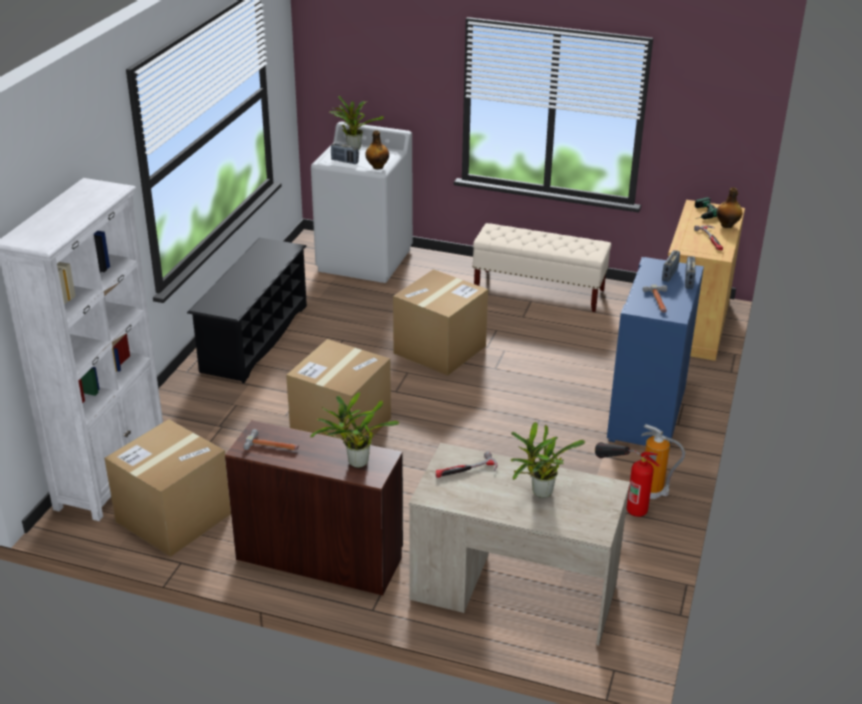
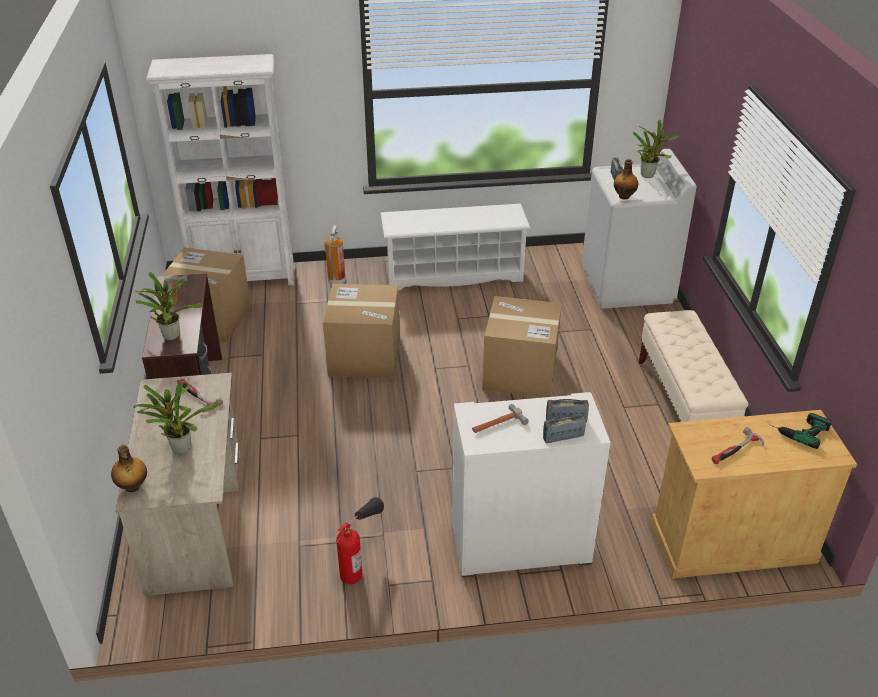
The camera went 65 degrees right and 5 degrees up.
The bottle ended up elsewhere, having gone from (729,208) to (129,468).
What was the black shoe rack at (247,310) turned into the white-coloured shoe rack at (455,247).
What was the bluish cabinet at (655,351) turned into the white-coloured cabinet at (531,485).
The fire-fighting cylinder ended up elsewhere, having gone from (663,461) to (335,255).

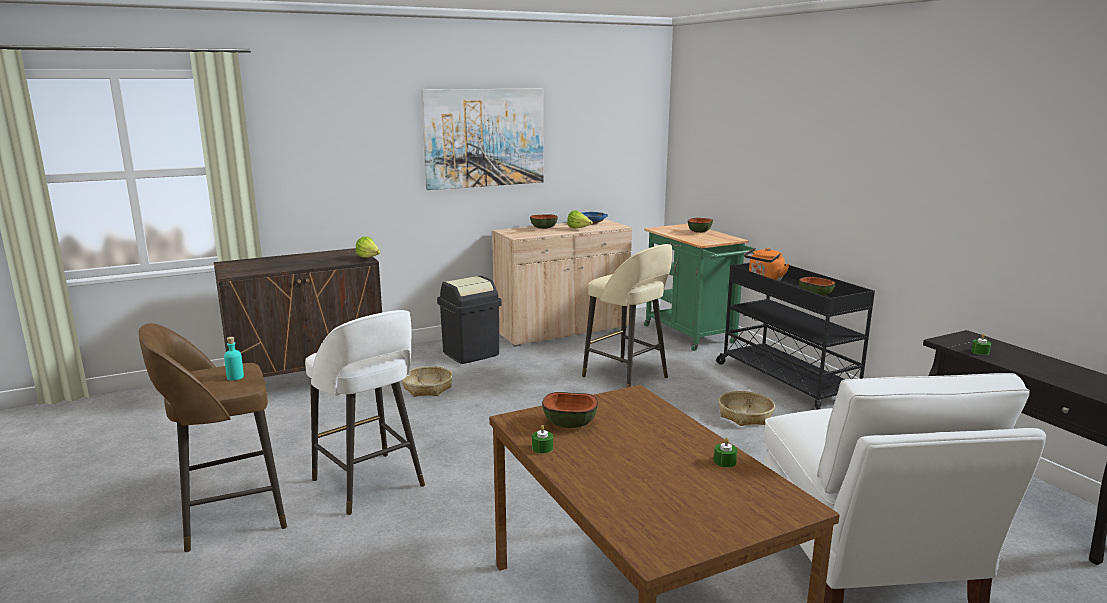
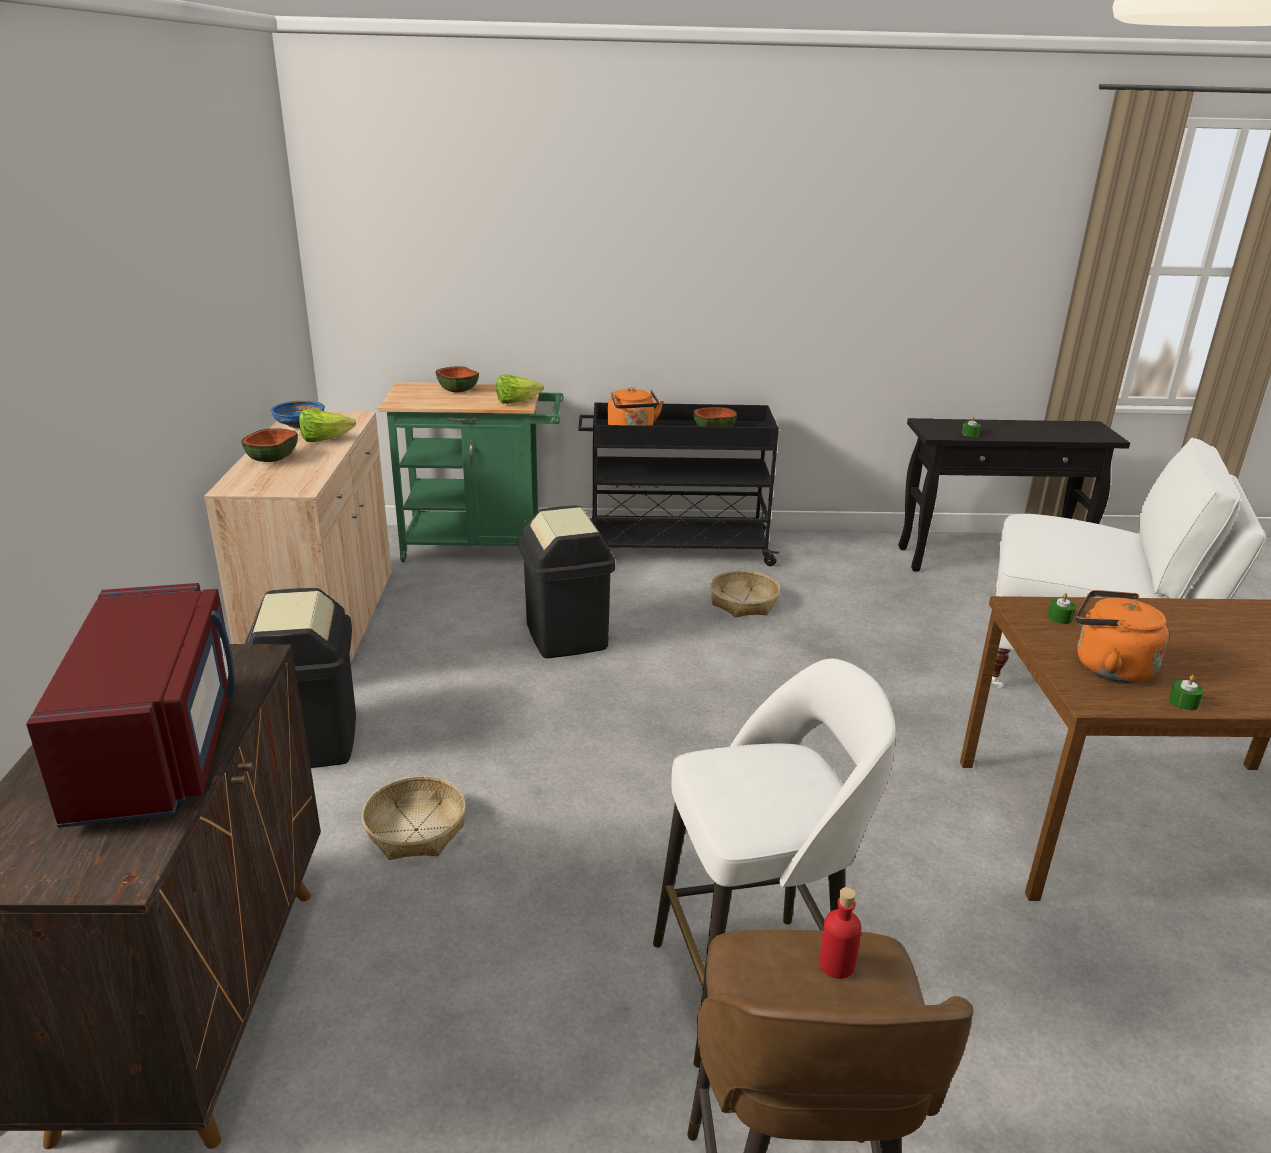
The camera went 65 degrees left and 10 degrees up.
The second view lost the wall art at (482,139).
The lettuce ended up elsewhere, having gone from (368,247) to (520,389).
Where the beige-coloured stool stood at (627,315), the black waste bin came to stand at (567,581).
What was the turquoise-coloured bottle at (234,358) turned into the red bottle at (840,933).
Where the deep dish stood at (570,410), the orange tea kettle came to stand at (1122,636).
The green-coloured candle ended up elsewhere, having gone from (725,452) to (1061,608).
The second view gained the red microwave at (130,705).

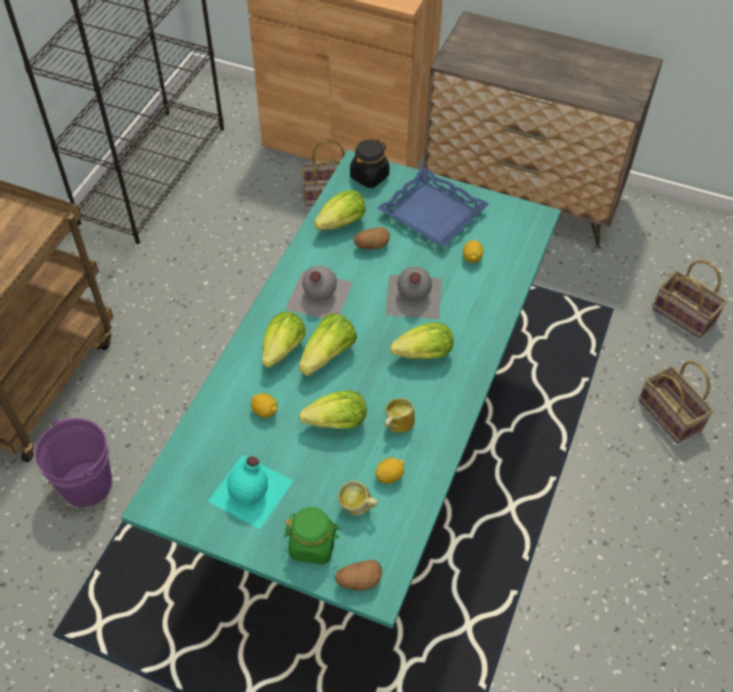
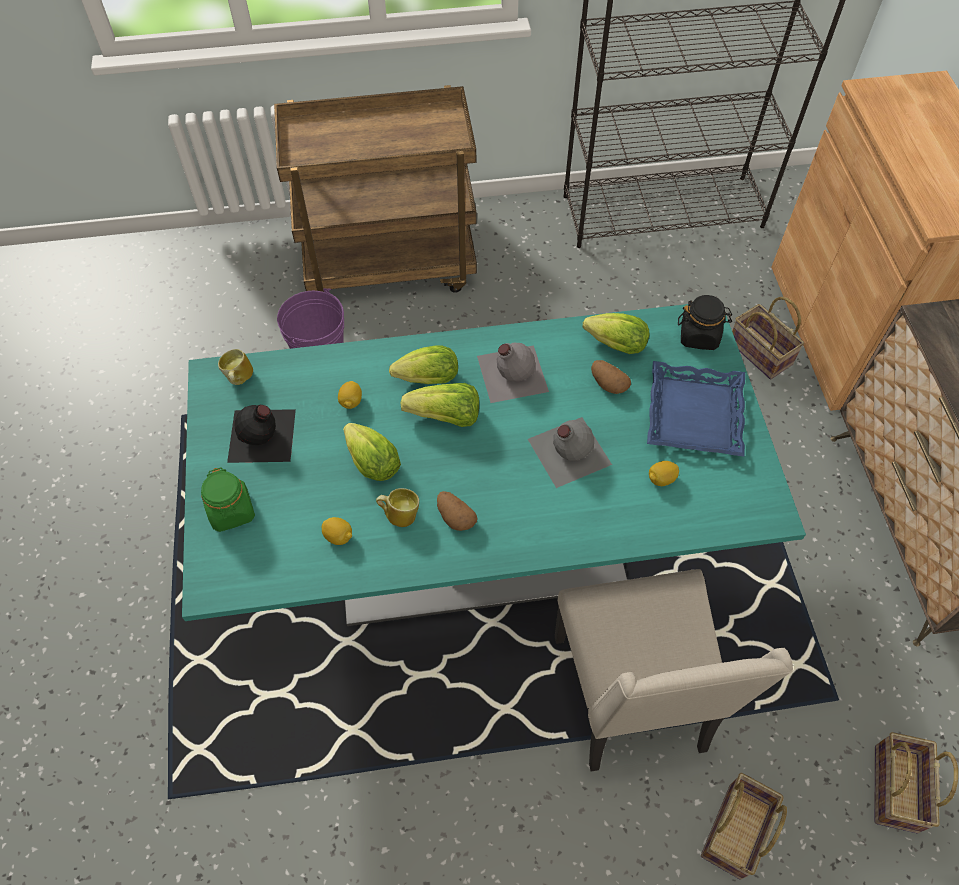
The camera went 60 degrees right and 5 degrees up.
The second view lost the lettuce at (422,340).
What was the turquoise-coloured bottle at (250,492) turned into the black bottle at (261,434).
The mug ended up elsewhere, having gone from (358,498) to (235,367).
The spud ended up elsewhere, having gone from (358,575) to (457,511).
The second view gained the beige-coloured chair at (674,670).

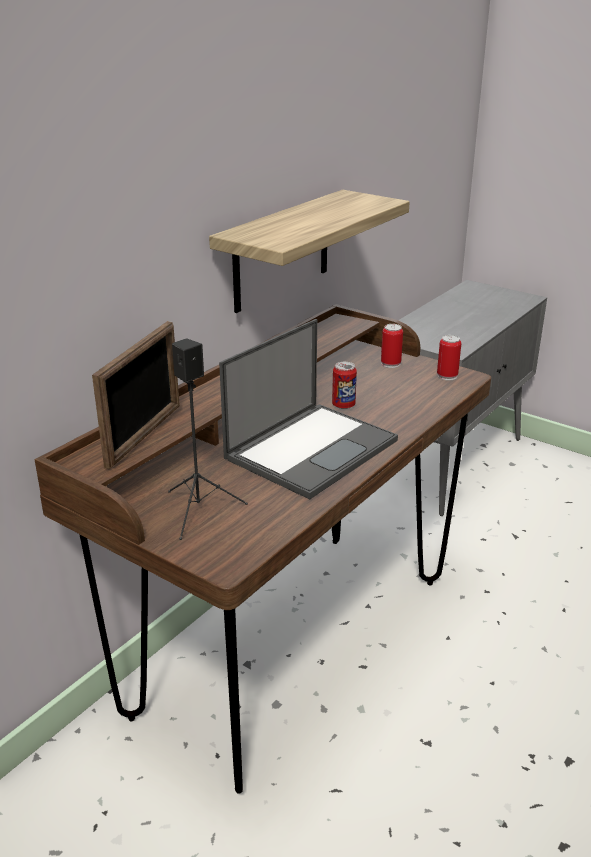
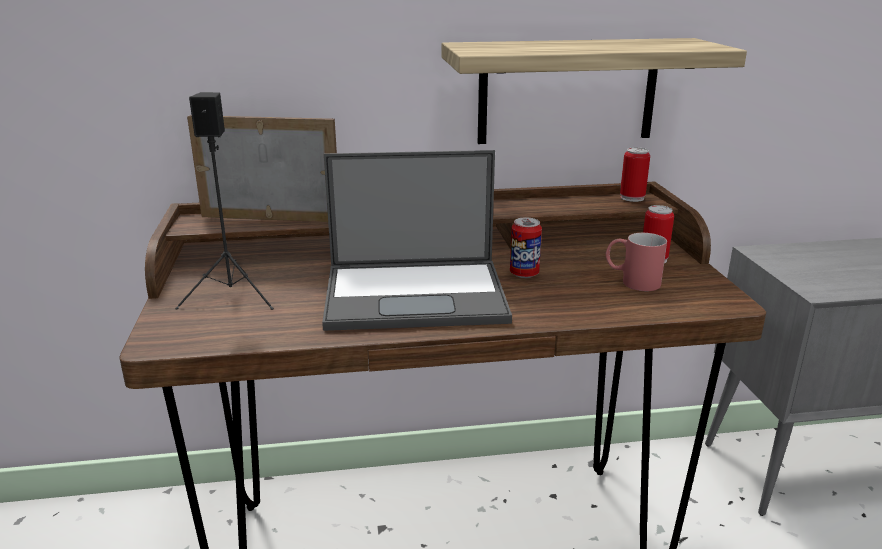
The camera went 45 degrees right and 5 degrees down.
The photo frame at (136,395) ended up facing another way, 150 degrees counterclockwise from before.
The can ended up elsewhere, having gone from (449,357) to (635,174).
The second view gained the red mug at (636,262).

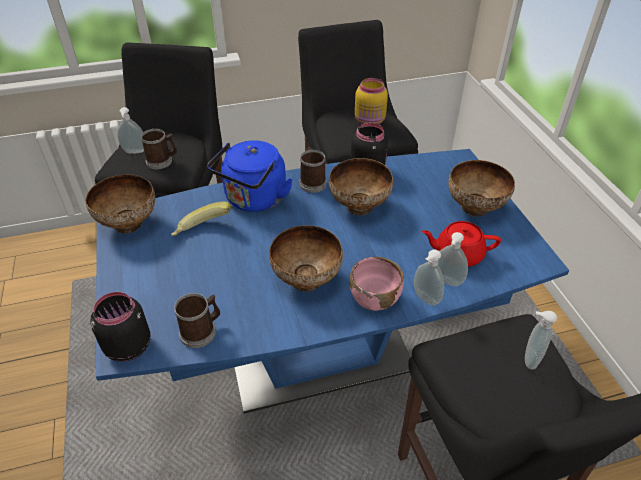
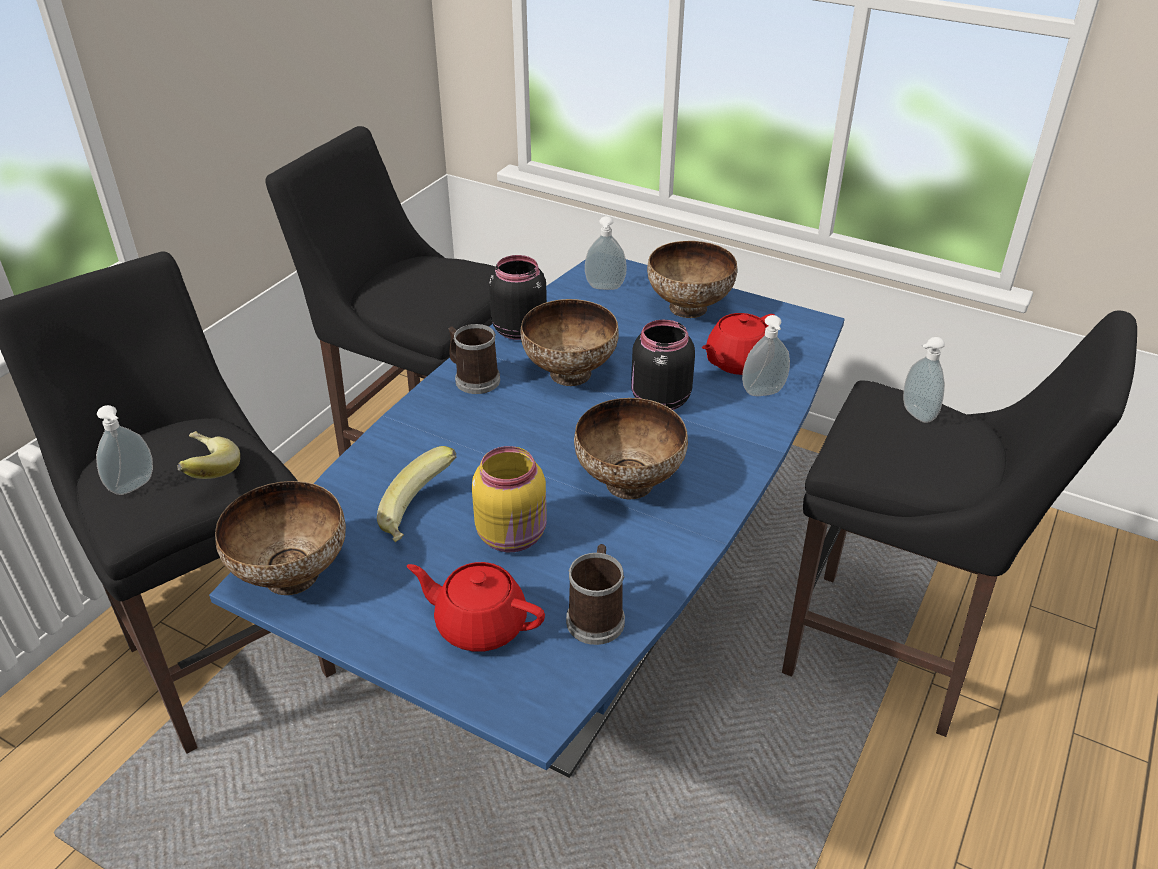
The camera went 45 degrees left and 5 degrees down.
The yellowish jar ended up elsewhere, having gone from (371,101) to (509,499).
Where the mug stood at (158,149), the banana came to stand at (208,455).
The second view lost the bluish tea kettle at (250,176).
The soap bottle ended up elsewhere, having gone from (429,277) to (606,253).
The second view lost the pink deep dish at (376,284).
The black jar ended up elsewhere, having gone from (120,327) to (663,365).
The second view gained the red pot for tea at (476,607).

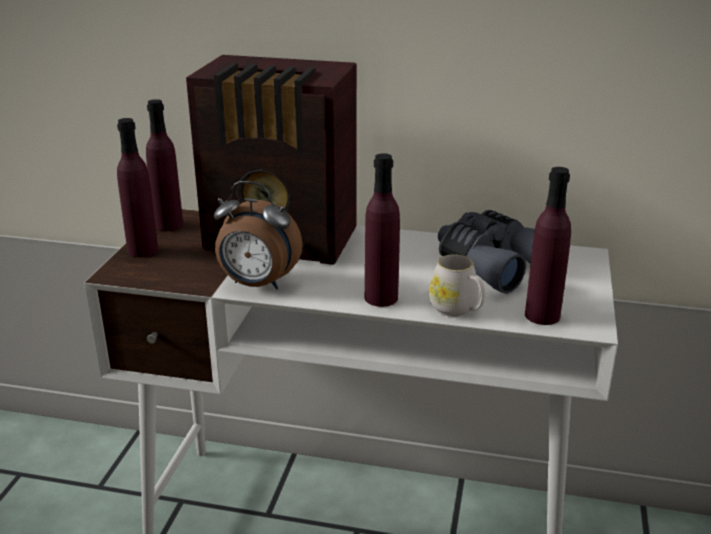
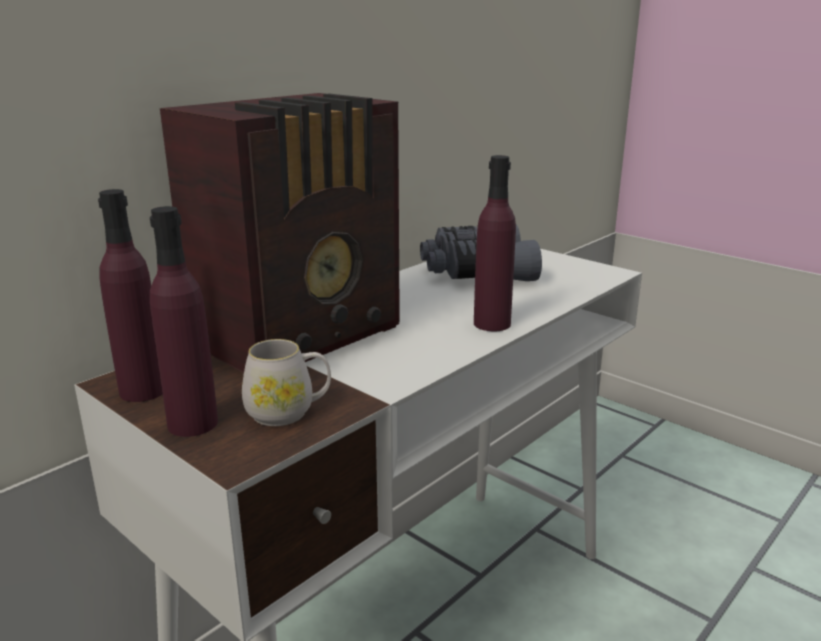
The camera went 60 degrees left and 5 degrees down.
The second view lost the purple-coloured bottle at (548,246).
The second view lost the alarm clock at (258,235).
The white-coloured mug ended up elsewhere, having gone from (457,285) to (286,382).

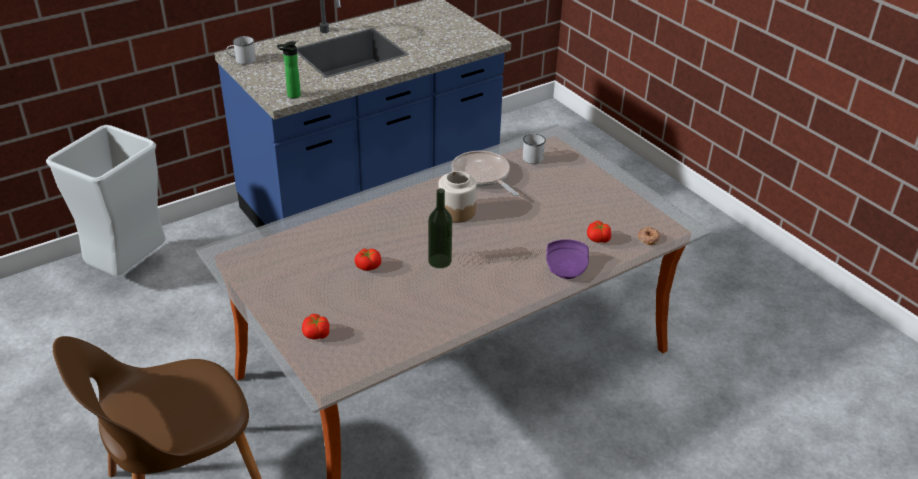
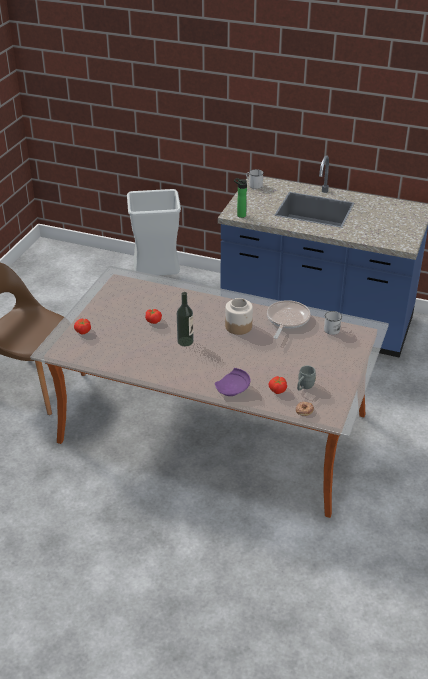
The camera went 55 degrees right and 0 degrees up.
The second view gained the greyish mug at (306,378).

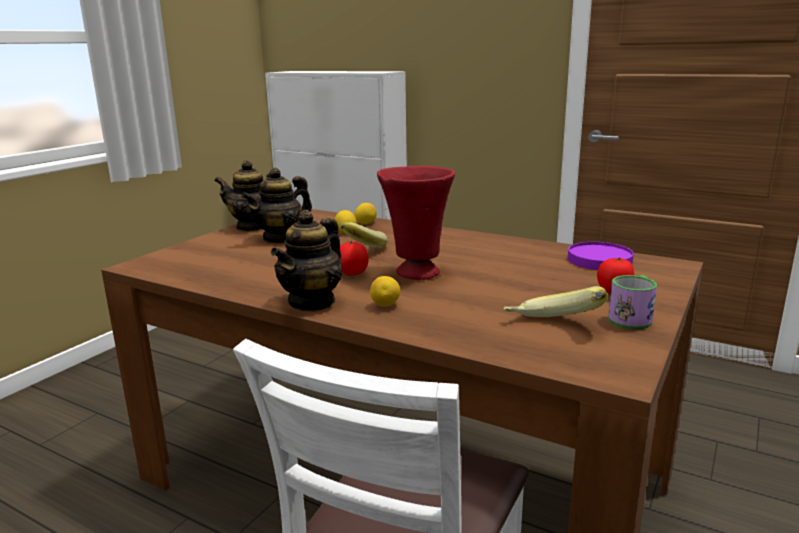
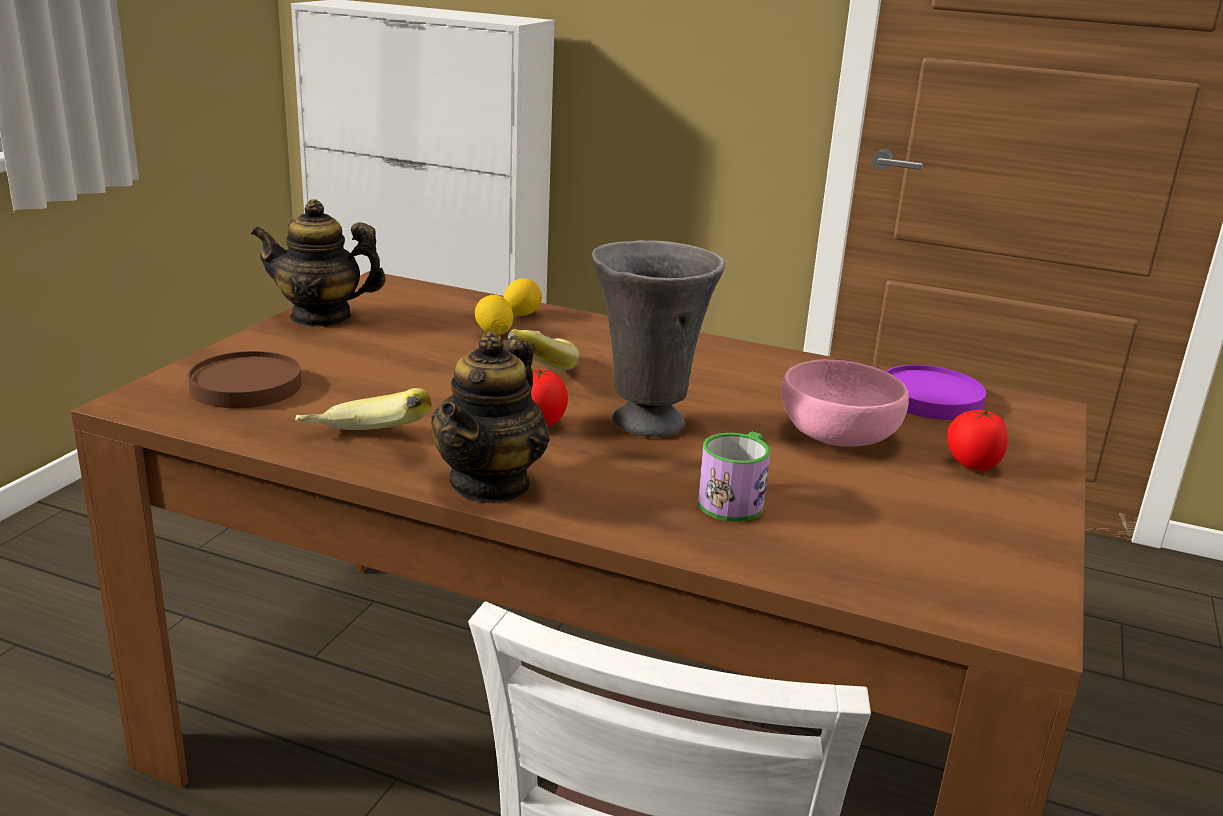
The camera went 10 degrees left and 5 degrees up.
What was the red flower vase at (416,223) turned into the greyish flower vase at (658,338).
The second view lost the pot for tea at (276,206).
The mug ended up elsewhere, having gone from (632,302) to (734,477).
The second view lost the citrus fruit at (385,291).
The banana ended up elsewhere, having gone from (555,301) to (363,409).
The second view gained the brown plate at (245,379).
The second view gained the pink deep dish at (845,403).

